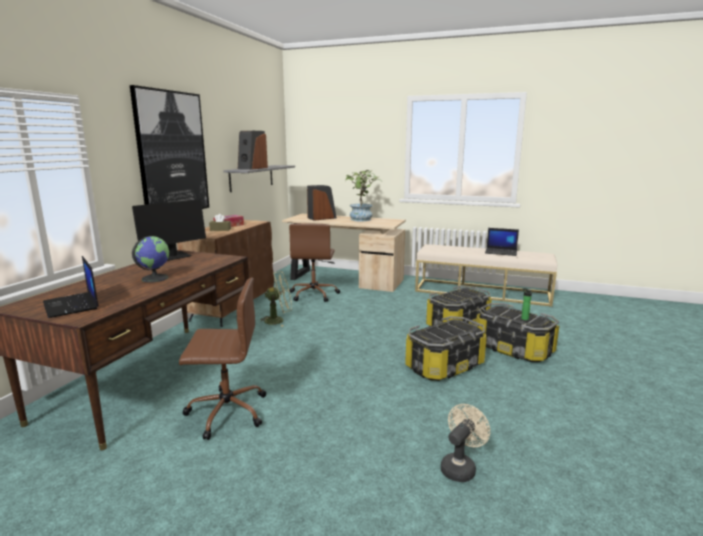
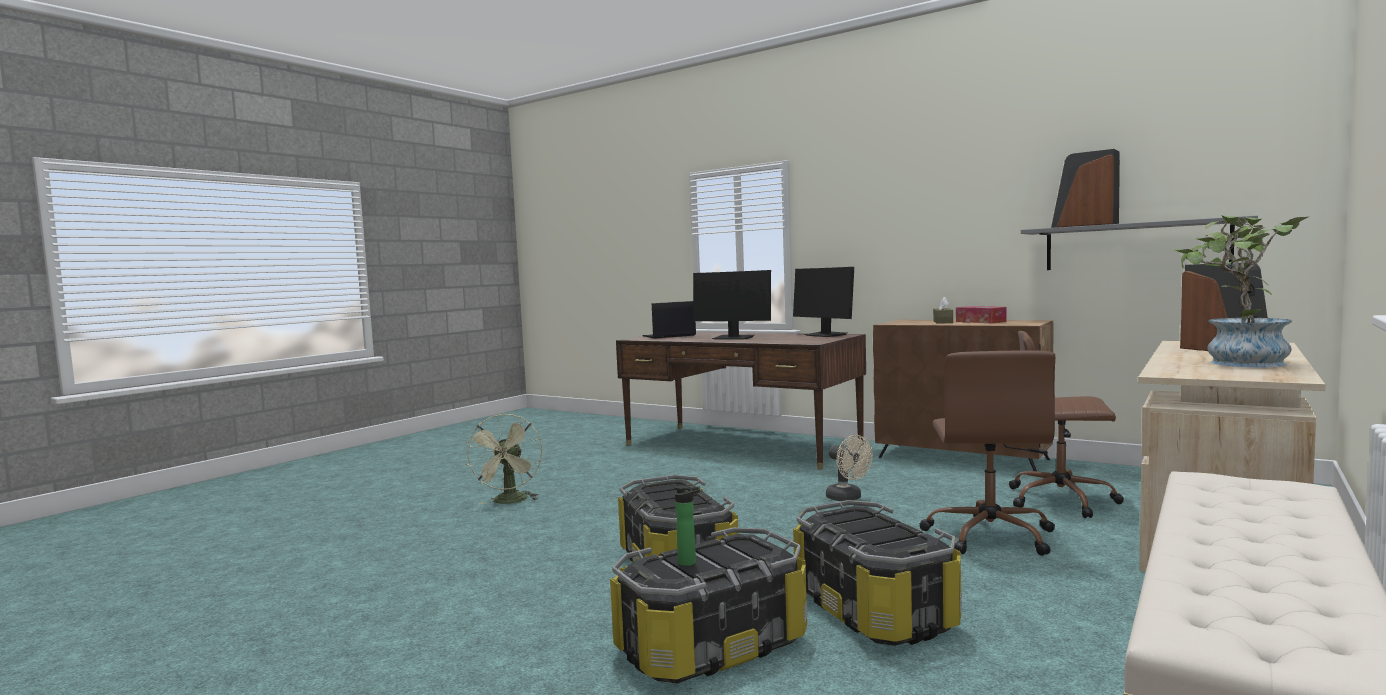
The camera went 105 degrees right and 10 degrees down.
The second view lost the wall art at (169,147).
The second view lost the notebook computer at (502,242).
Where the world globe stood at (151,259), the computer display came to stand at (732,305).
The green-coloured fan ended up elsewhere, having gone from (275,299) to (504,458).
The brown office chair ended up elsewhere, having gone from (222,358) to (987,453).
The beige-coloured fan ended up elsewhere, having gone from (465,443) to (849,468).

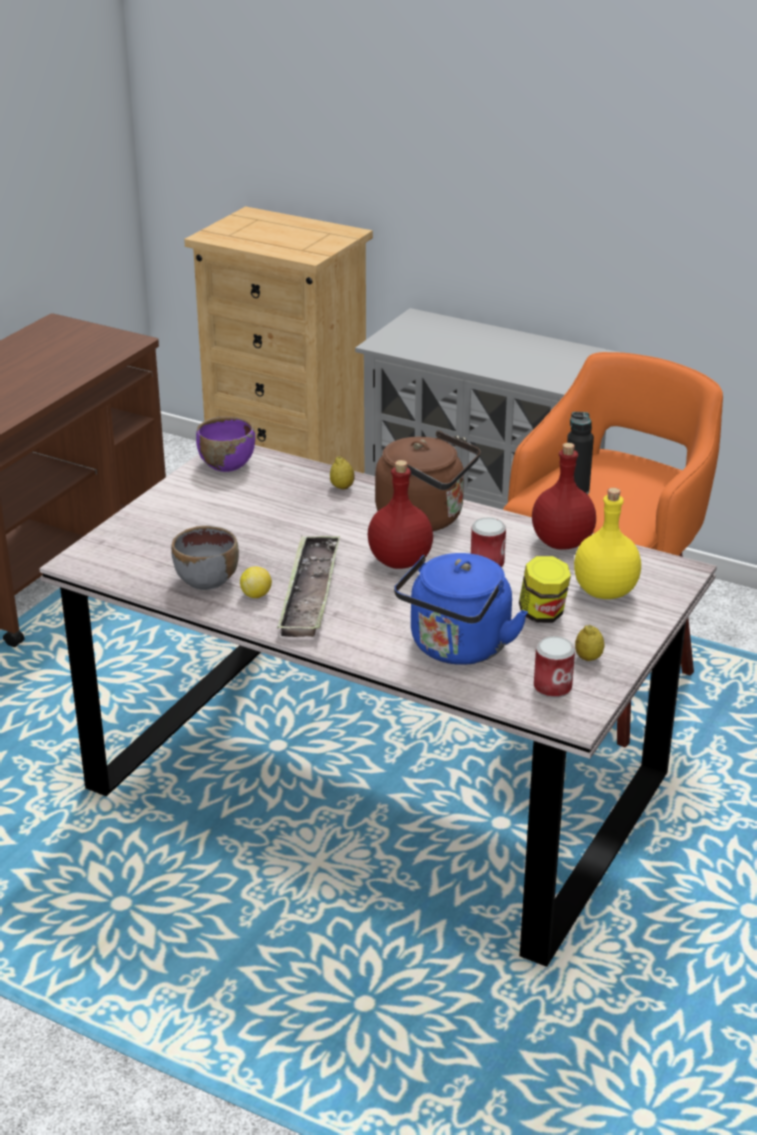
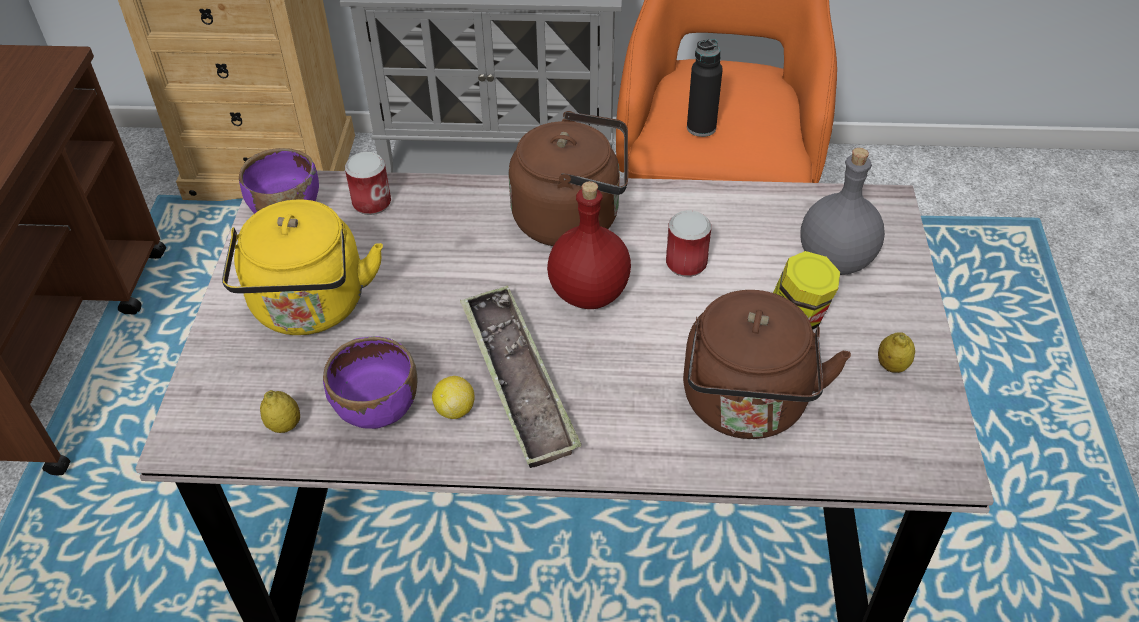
The camera went 25 degrees left and 15 degrees up.
The second view lost the red bottle at (564,496).
The citrus fruit ended up elsewhere, having gone from (342,473) to (280,411).
What was the yellowish bottle at (607,543) turned into the greyish bottle at (842,211).
What was the greyish deep dish at (205,557) turned into the purple-coloured deep dish at (370,382).
What was the bluish tea kettle at (461,609) turned into the brown tea kettle at (767,364).
The can ended up elsewhere, having gone from (554,667) to (368,183).
The second view gained the yellowish tea kettle at (302,267).

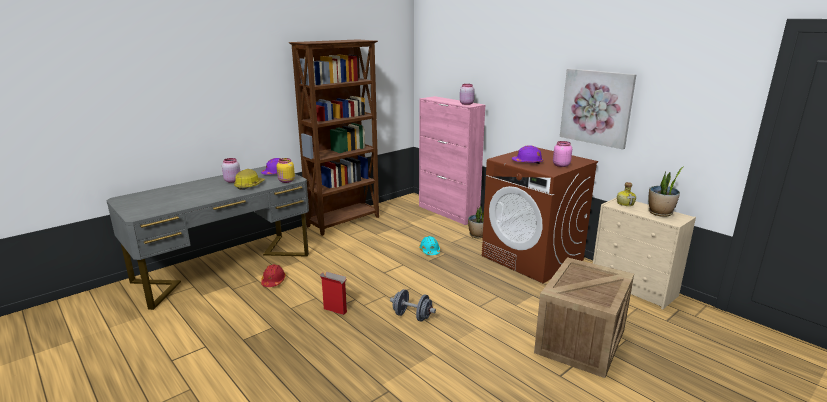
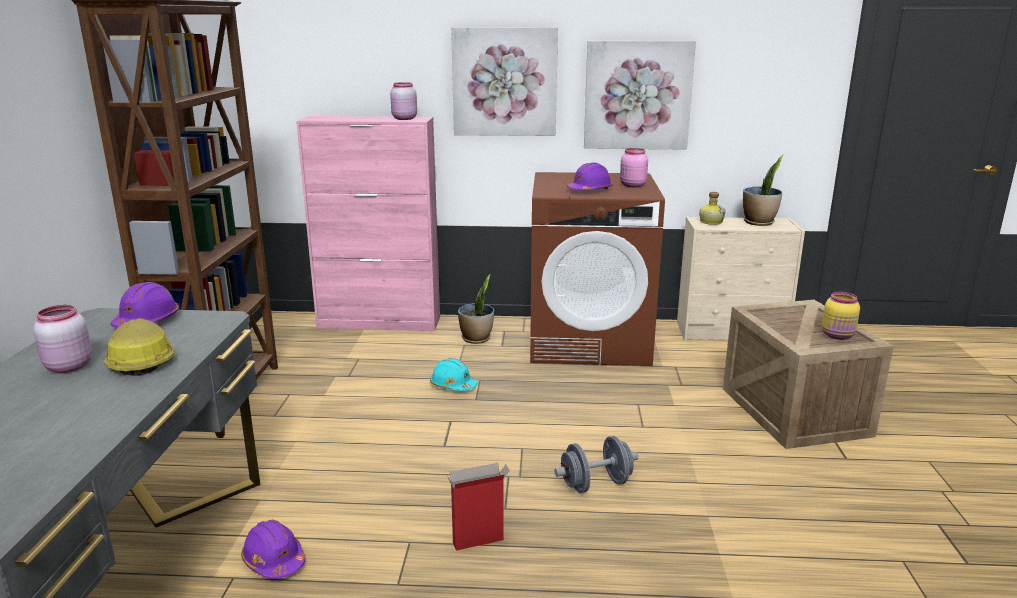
The camera went 45 degrees left and 0 degrees up.
The yellowish jar ended up elsewhere, having gone from (286,170) to (841,316).
What was the red work helmet at (273,275) turned into the purple-coloured work helmet at (273,549).
The second view gained the wall art at (504,81).

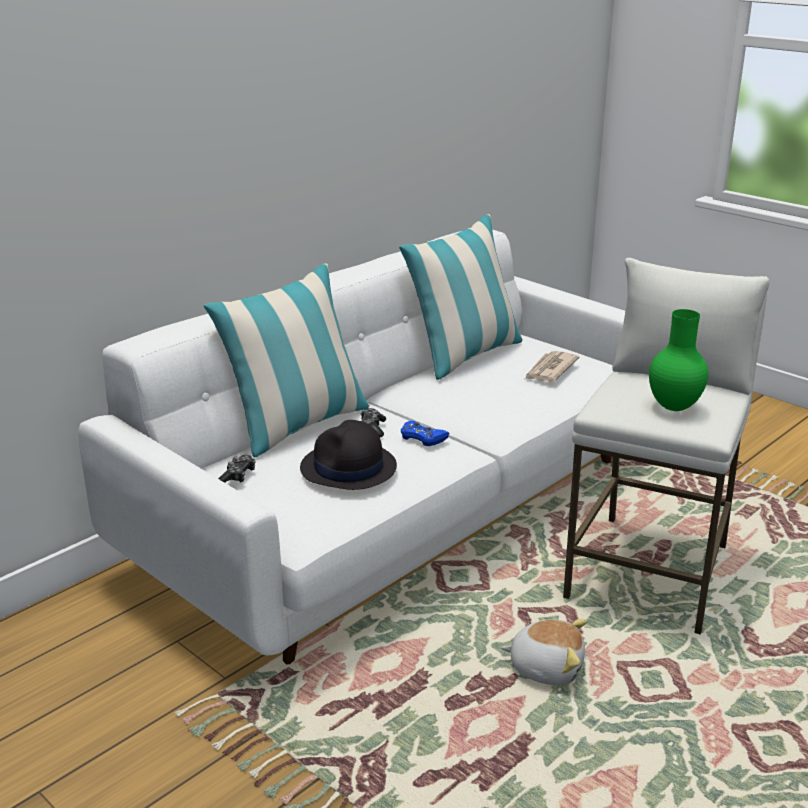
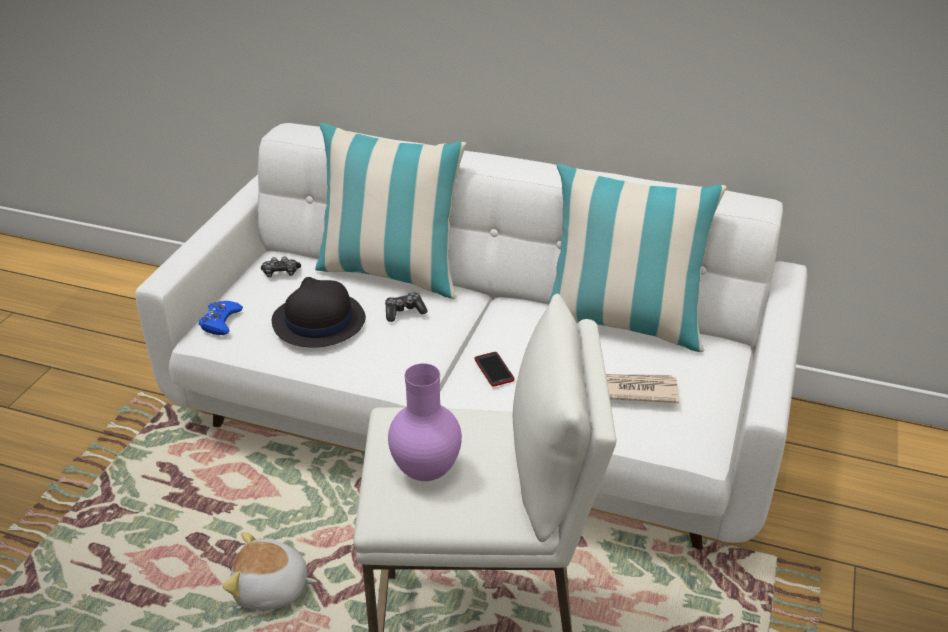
The camera went 65 degrees right and 10 degrees up.
What was the green-coloured flower vase at (678,360) turned into the purple-coloured flower vase at (425,422).
The bluish game controller ended up elsewhere, having gone from (425,433) to (221,318).
The plush toy at (544,652) ended up facing another way, 105 degrees clockwise from before.
The second view gained the handset at (494,369).

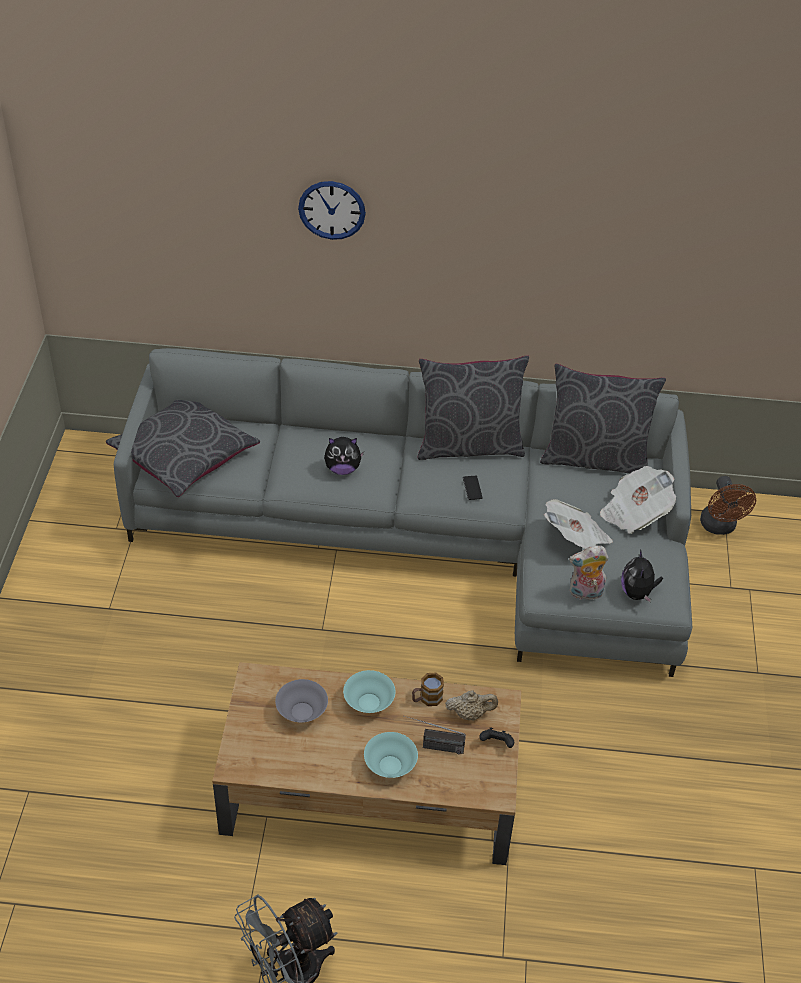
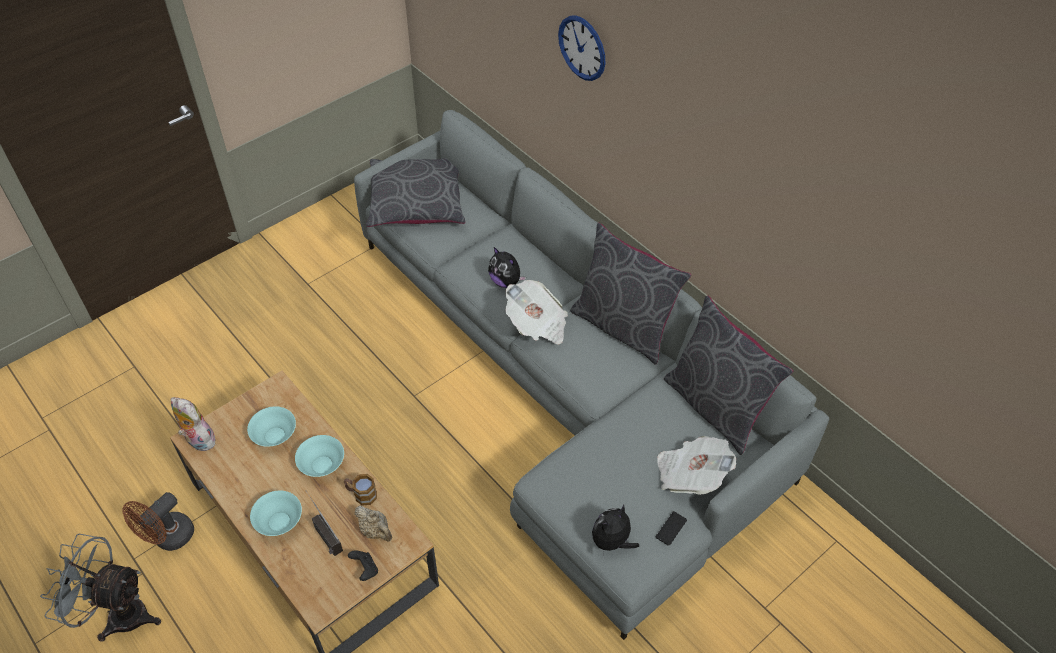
The camera went 45 degrees right and 5 degrees up.
The handset ended up elsewhere, having gone from (473,488) to (671,528).
The brown fan ended up elsewhere, having gone from (728,505) to (158,521).
The newspaper ended up elsewhere, having gone from (578,524) to (536,312).
The plush toy ended up elsewhere, having gone from (589,573) to (193,424).
What was the greyish deep dish at (301,701) turned into the turquoise-coloured deep dish at (271,426).

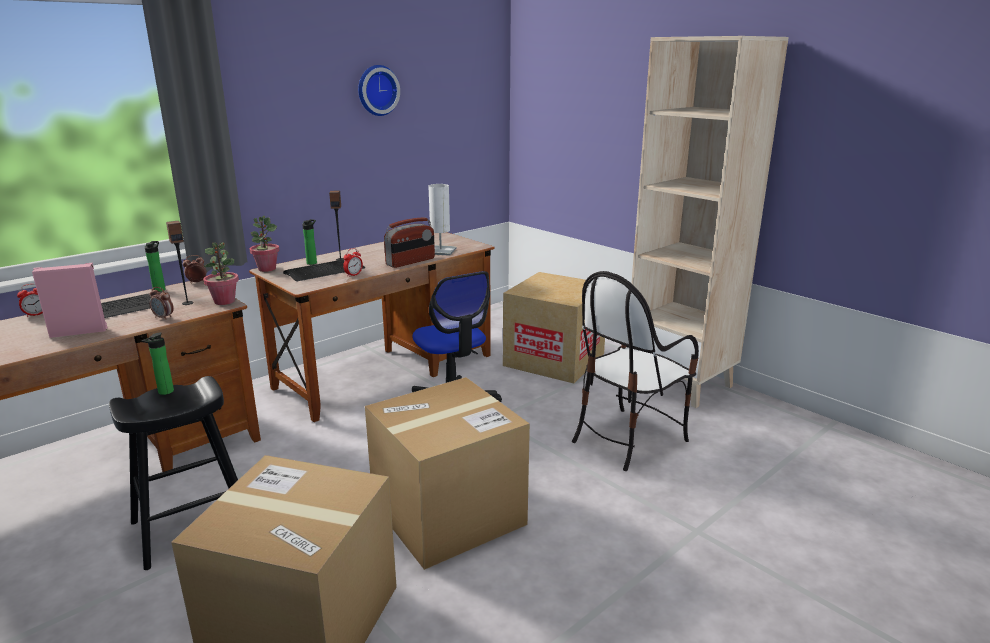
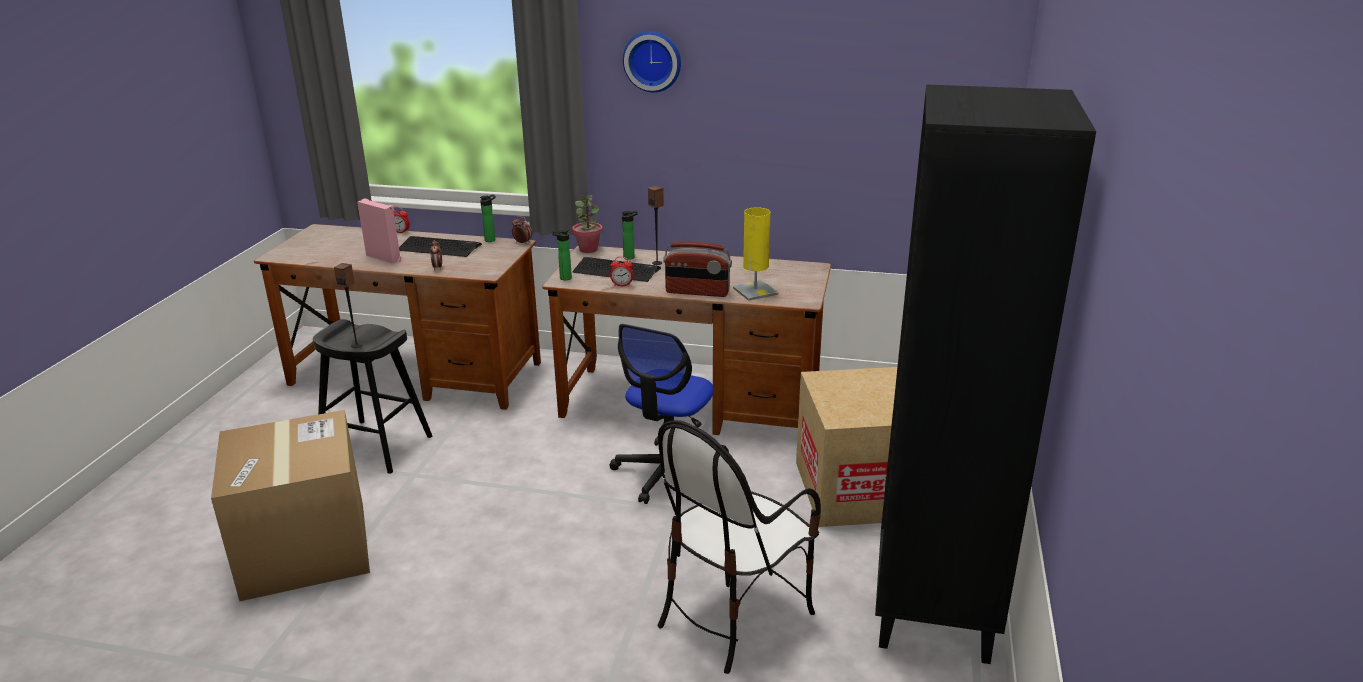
The camera went 55 degrees right and 5 degrees up.
What was the beige-coloured bookshelf at (710,222) turned into the black bookshelf at (985,374).
The wall clock ended up elsewhere, having gone from (379,90) to (652,61).
What was the white-coloured tabletop lamp at (442,220) turned into the yellowish tabletop lamp at (755,254).
The audio speaker ended up elsewhere, having gone from (179,263) to (348,305).
The second view lost the potted plant at (221,273).
The chair at (635,371) ended up facing another way, 60 degrees counterclockwise from before.
The bottle ended up elsewhere, having gone from (157,363) to (562,254).
The second view lost the packing box at (447,473).

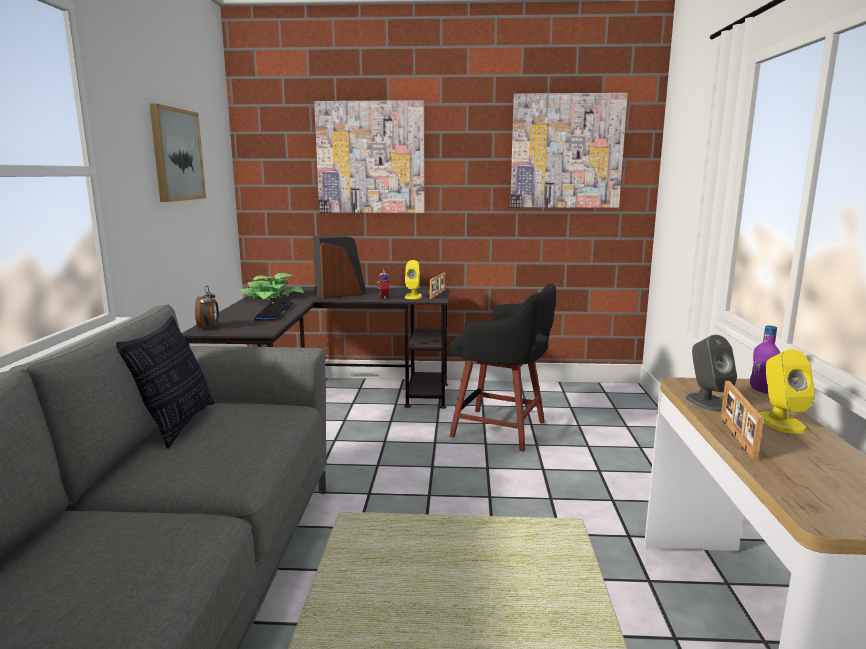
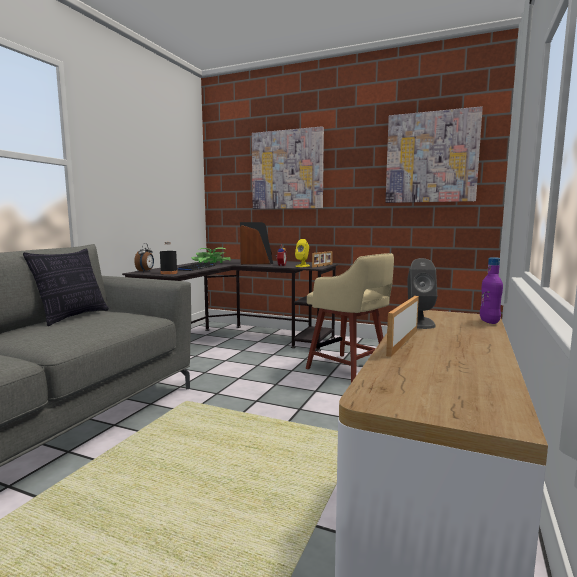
The camera went 20 degrees right and 5 degrees down.
The second view lost the wall art at (178,153).
What was the black stool at (502,368) turned into the beige-coloured stool at (350,318).
The second view lost the yellowish audio speaker at (787,391).
The second view gained the black bottle at (169,258).

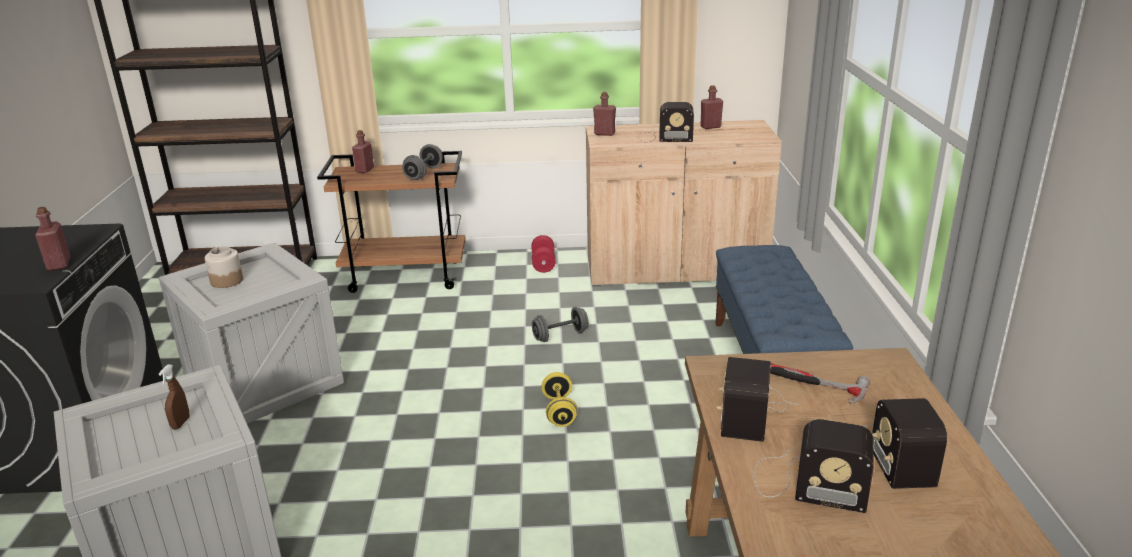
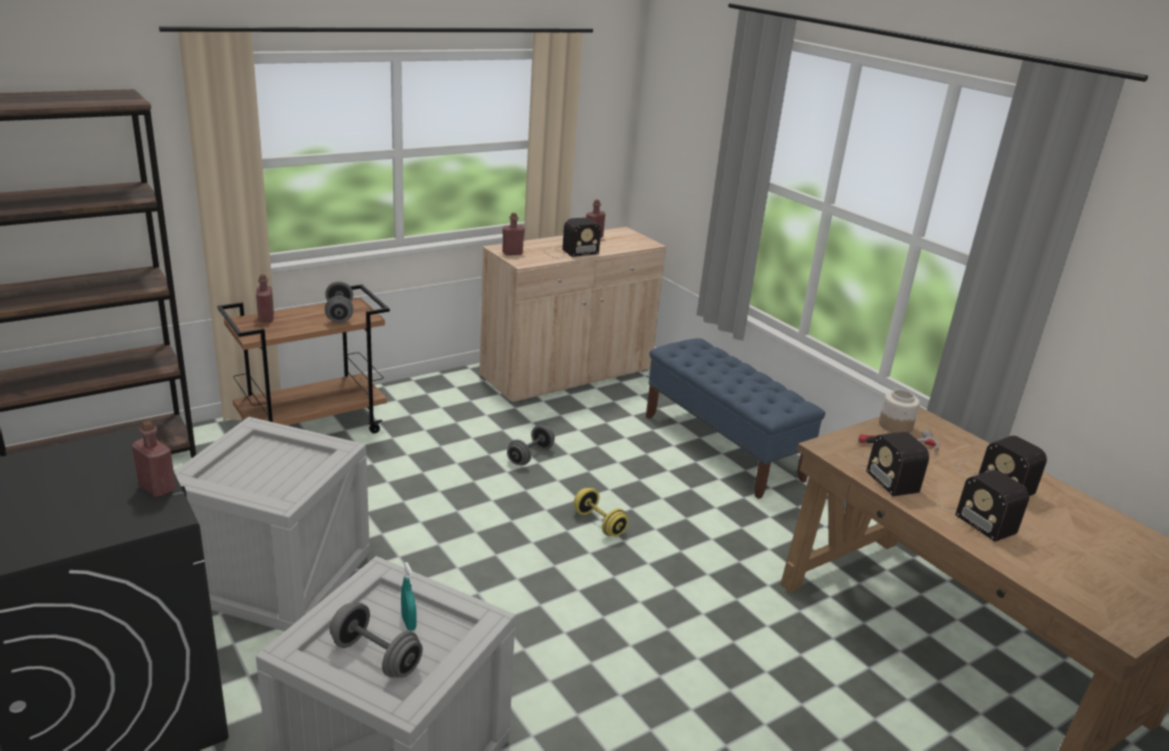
The camera went 35 degrees left and 0 degrees up.
The second view lost the red free weight at (543,254).
The jar ended up elsewhere, having gone from (224,267) to (899,411).
What was the brown spray bottle at (174,397) turned into the turquoise-coloured spray bottle at (409,596).
The radio receiver at (814,466) ended up facing another way, 75 degrees clockwise from before.
The second view gained the greyish free weight at (376,640).

